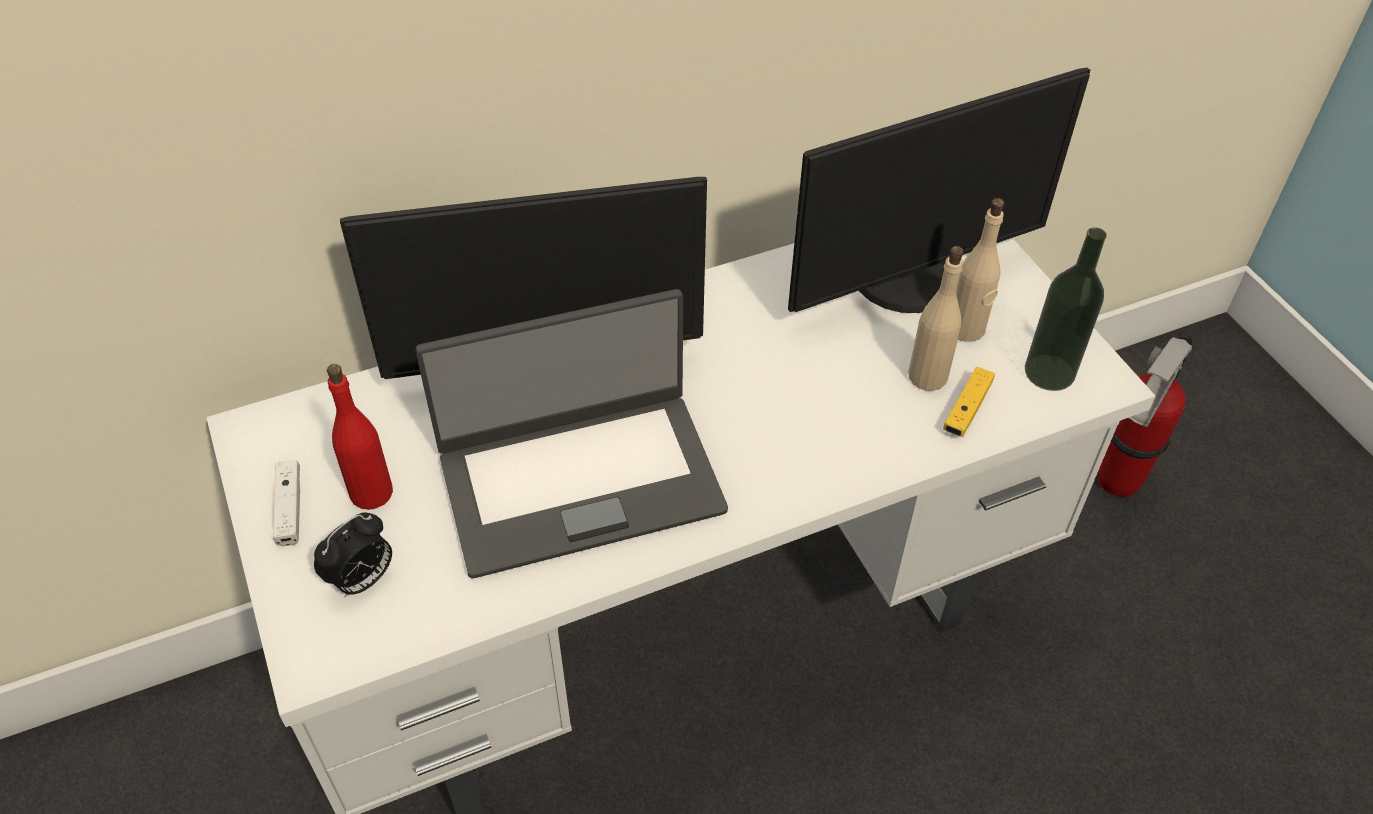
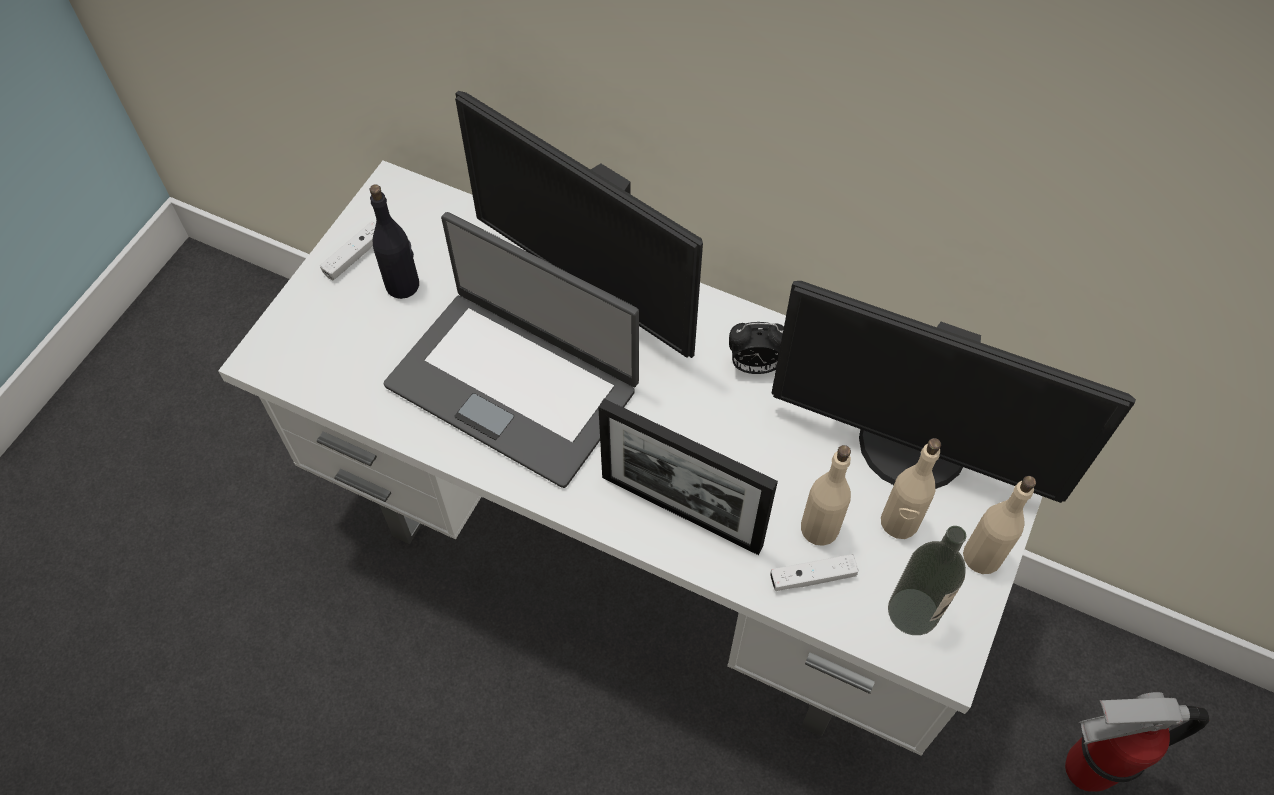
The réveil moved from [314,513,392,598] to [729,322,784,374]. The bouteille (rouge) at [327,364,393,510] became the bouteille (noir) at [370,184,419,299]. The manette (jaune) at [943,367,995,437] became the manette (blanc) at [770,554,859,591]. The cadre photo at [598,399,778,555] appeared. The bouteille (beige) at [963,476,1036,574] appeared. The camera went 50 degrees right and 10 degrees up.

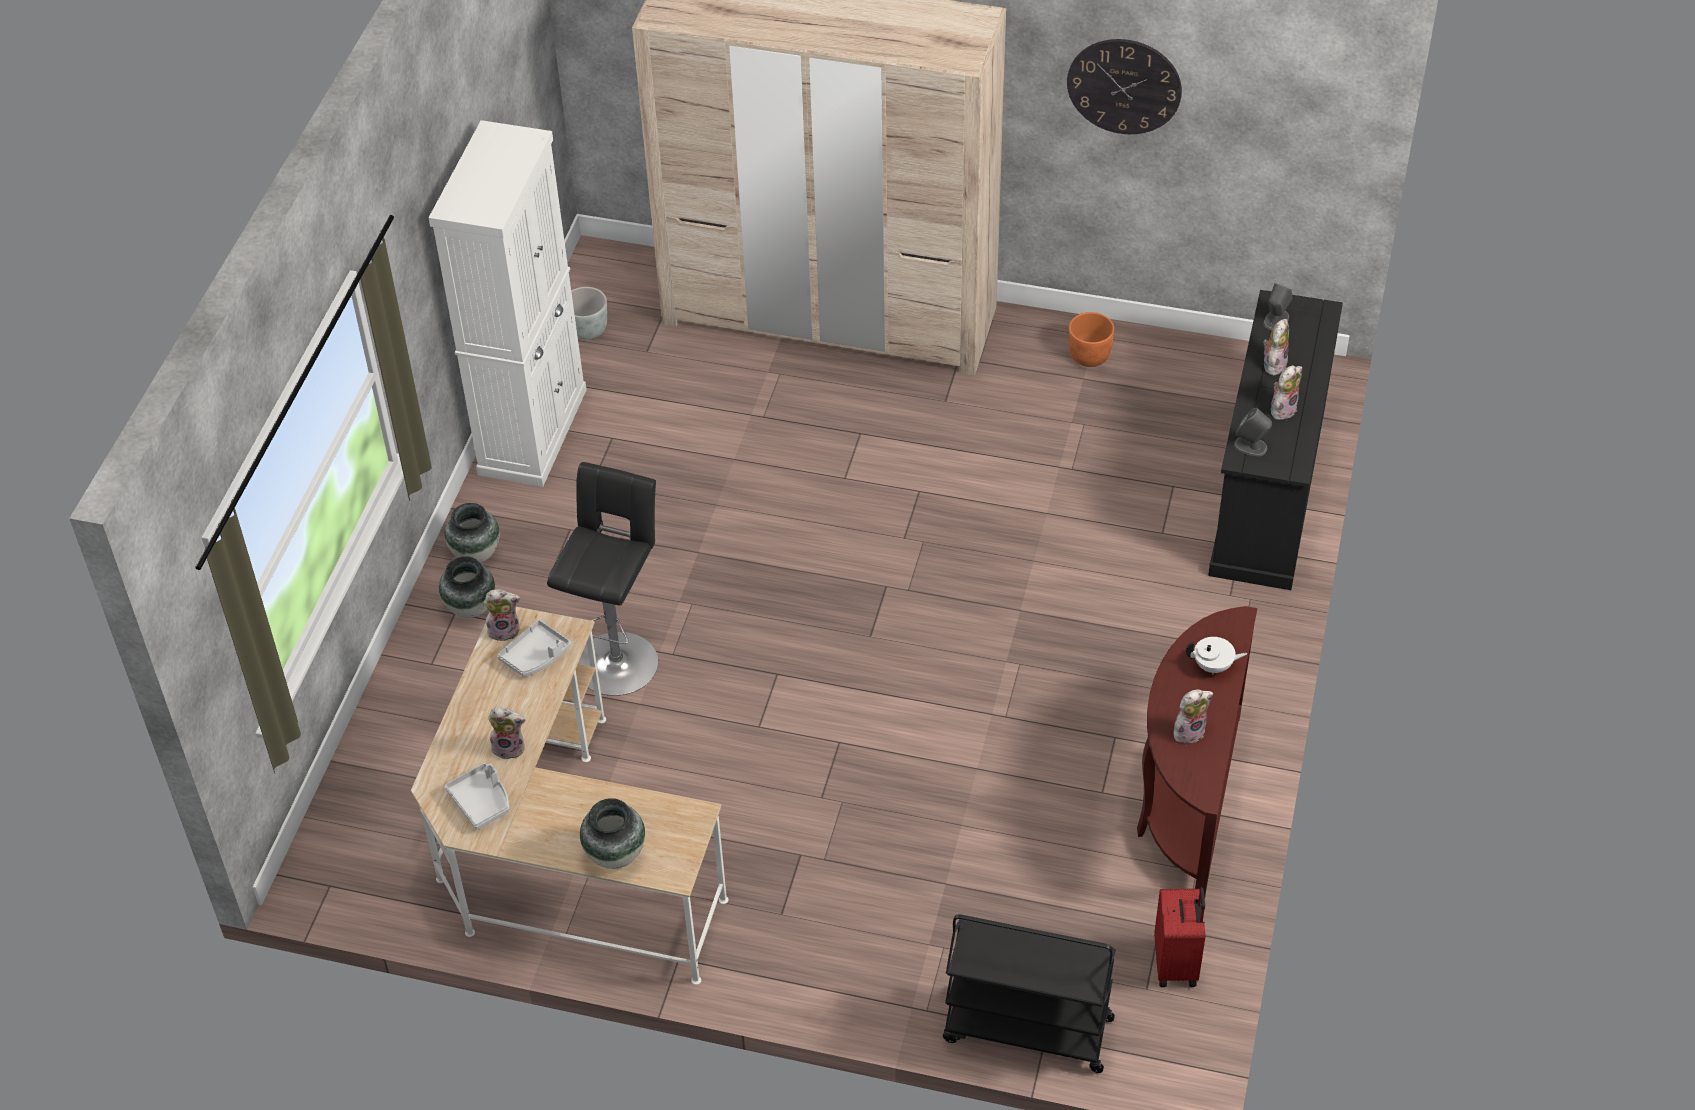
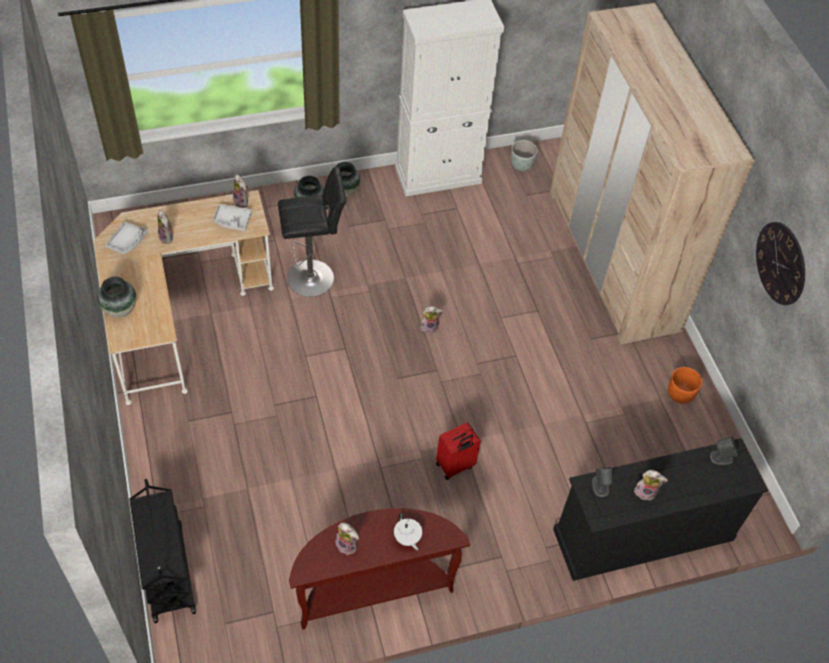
The valise (rouge) moved from [1154,887,1205,987] to [436,422,481,480]. The peluche moved from [1263,319,1289,375] to [420,306,443,333]. The camera went 55 degrees right and 5 degrees up.

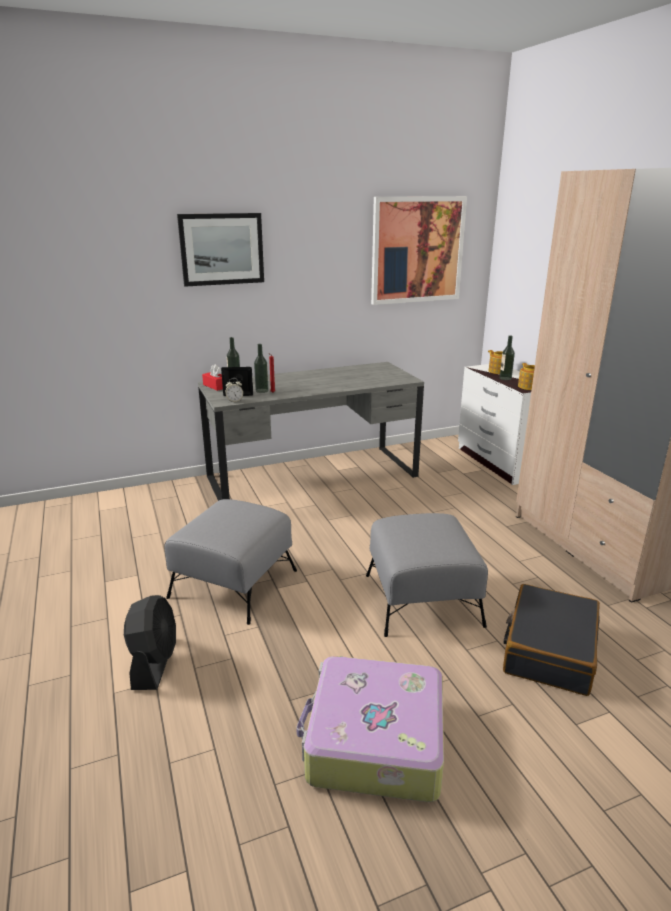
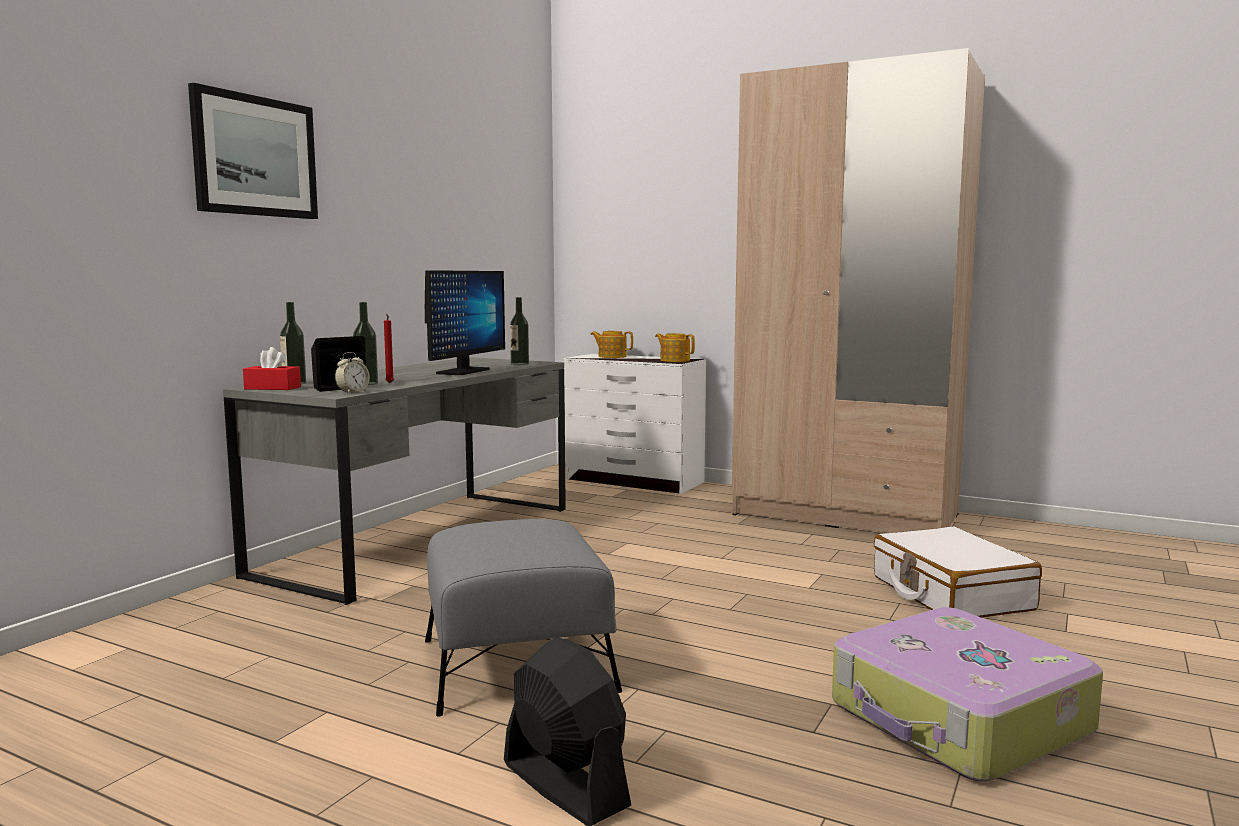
The pouf (gris) at [366,513,488,637] disappeared. The tableau at [371,196,467,305] disappeared. The bouteille moved from [500,335,515,380] to [510,297,529,365]. The valise (noir) at [503,584,600,696] became the valise (blanc) at [874,526,1042,618]. The écran d'ordinateur at [425,270,505,375] appeared. The camera went 40 degrees left and 15 degrees down.

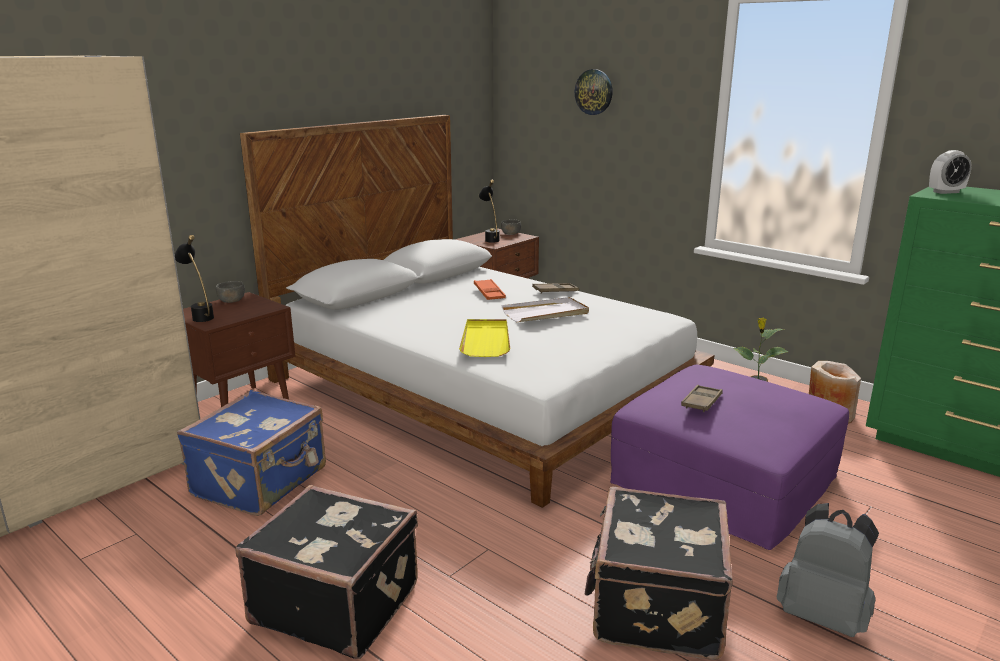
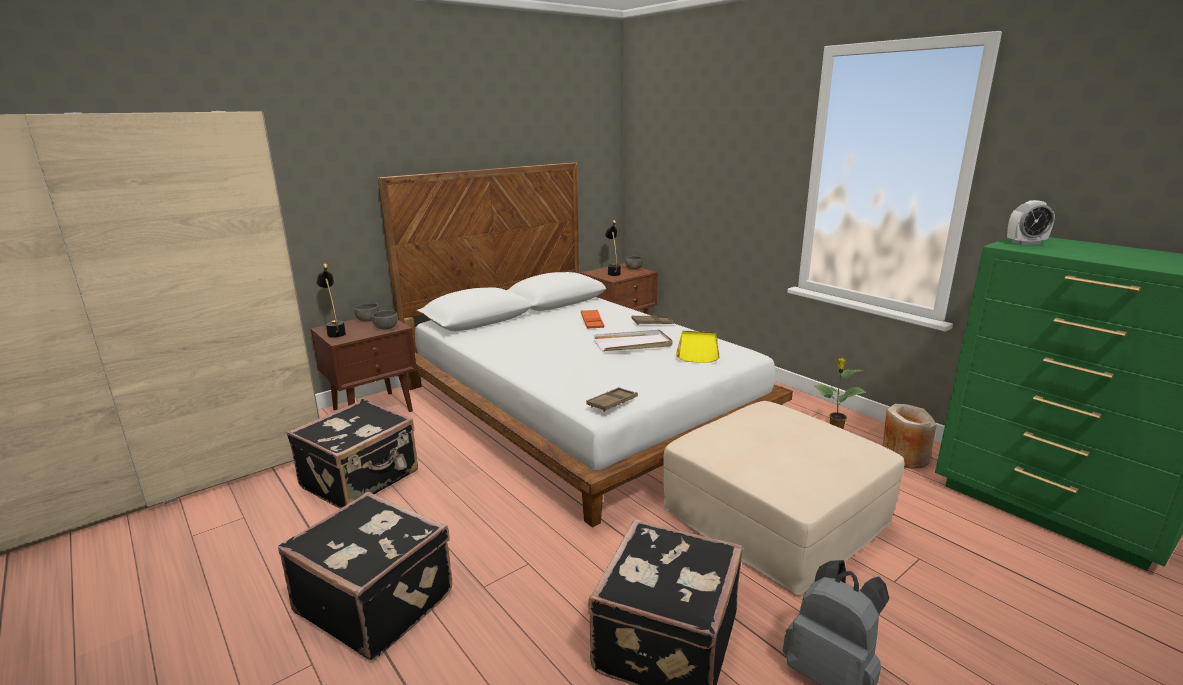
The valise (bleu) at [177,390,326,516] became the valise (noir) at [287,399,418,509]. The plateau (jaune) moved from [459,319,510,357] to [676,331,720,363]. The horloge murale at [575,69,613,115] disappeared. The pouf (violet) at [610,365,849,550] became the pouf (beige) at [663,401,904,595]. The plateau (marron) moved from [681,385,723,412] to [586,387,638,412]. The bol (gris) at [372,310,398,329] appeared. The camera went 10 degrees right and 0 degrees up.

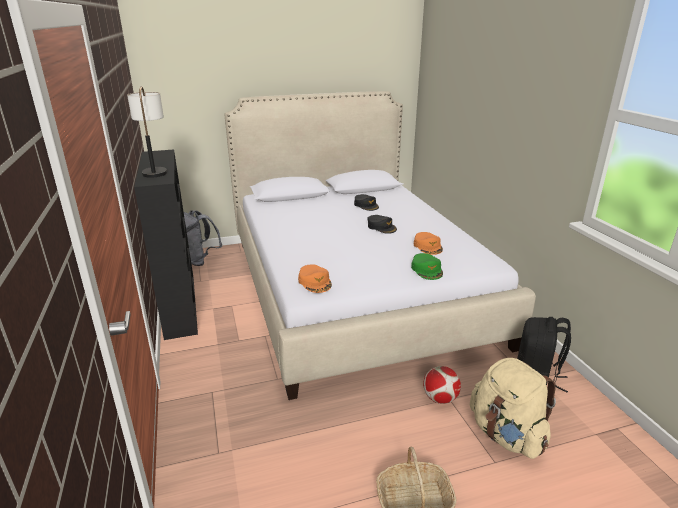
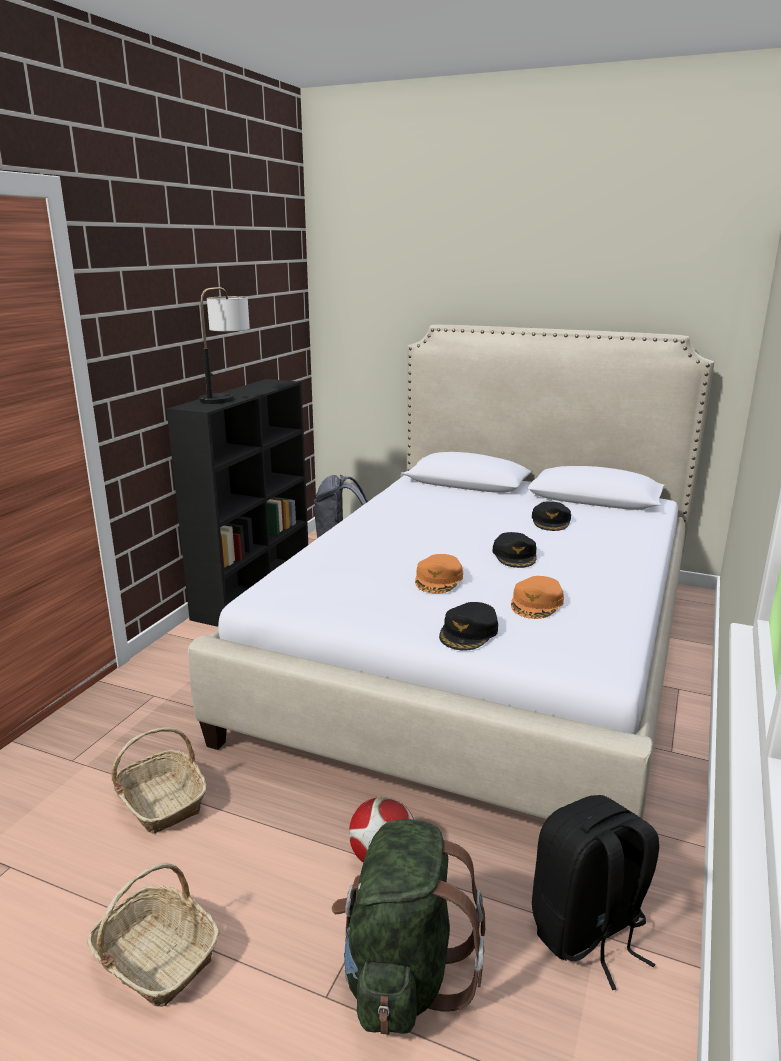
The casquette (orange) moved from [298,264,332,293] to [415,554,463,594]. The casquette (vert) at [411,253,443,280] became the casquette (noir) at [439,602,498,651]. The sac à dos (beige) at [470,358,556,459] became the sac à dos (vert) at [332,819,485,1035]. The panier at [111,727,207,833] appeared. The camera went 40 degrees right and 5 degrees down.

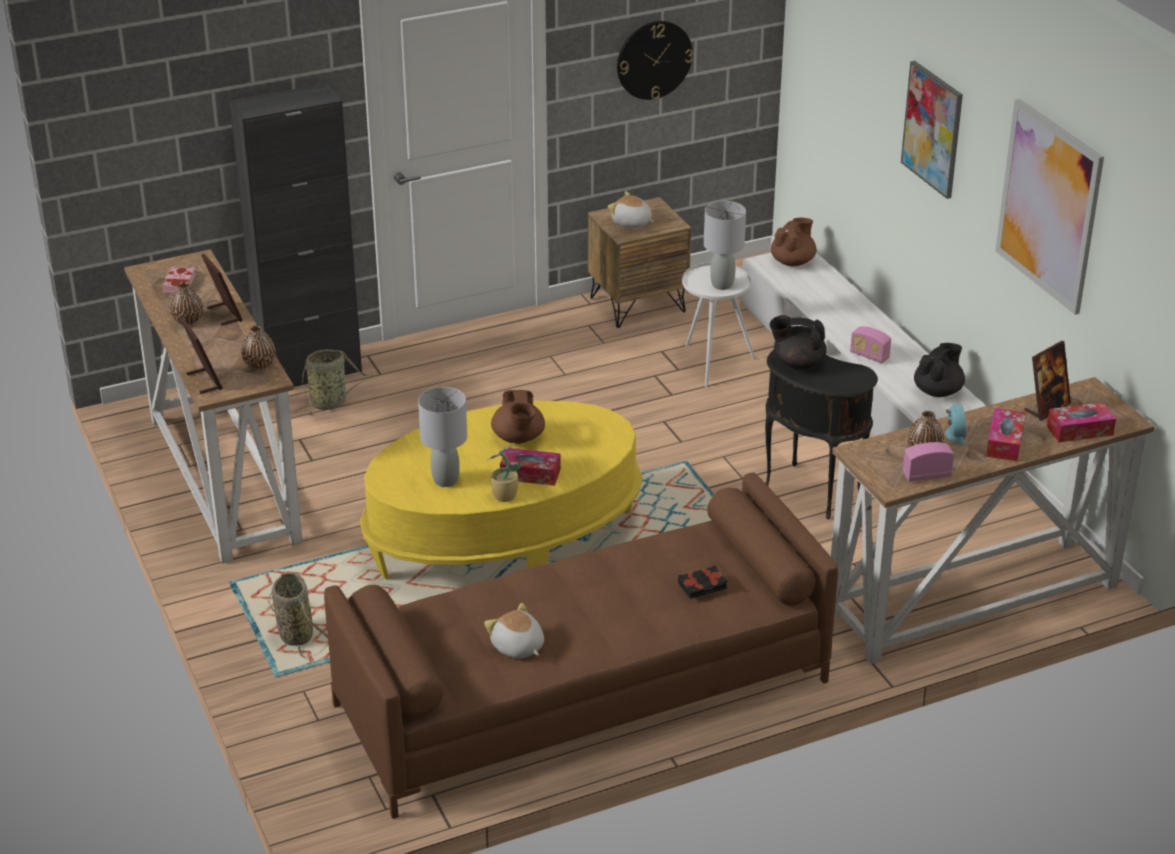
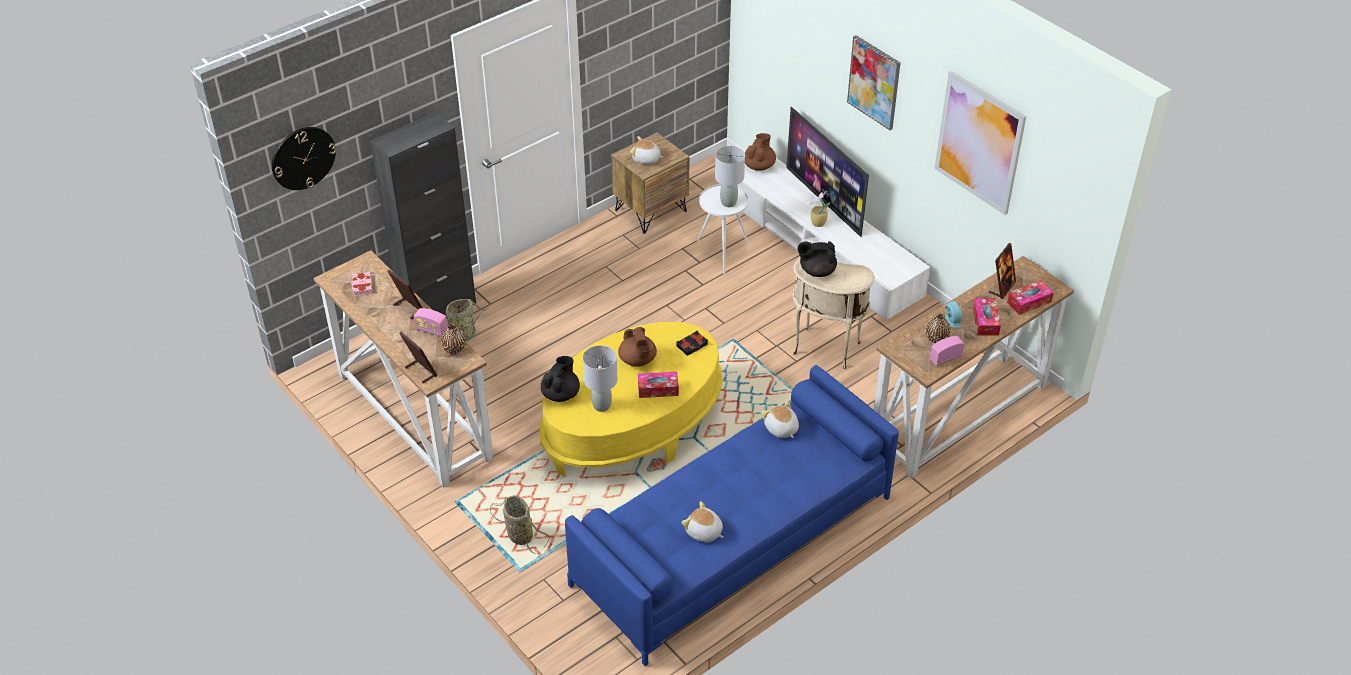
The vase (marron) at [170,282,203,325] disappeared. The canapé (marron) at [324,472,838,819] became the canapé (bleu) at [565,365,899,666]. The plante en pot moved from [486,443,523,502] to [810,191,830,227]. The horloge murale moved from [617,21,693,100] to [272,127,336,190]. The livre (noir) moved from [678,566,727,599] to [676,331,708,356]. The table d'appoint (noir) at [765,350,878,519] became the table d'appoint (beige) at [792,257,874,369]. The radio moved from [850,326,891,363] to [414,308,447,337]. The théière (noir) moved from [914,343,965,397] to [540,356,580,402]. The peluche at [761,401,799,438] appeared. The téléviseur at [786,107,869,237] appeared. The camera went 15 degrees left and 10 degrees up.

